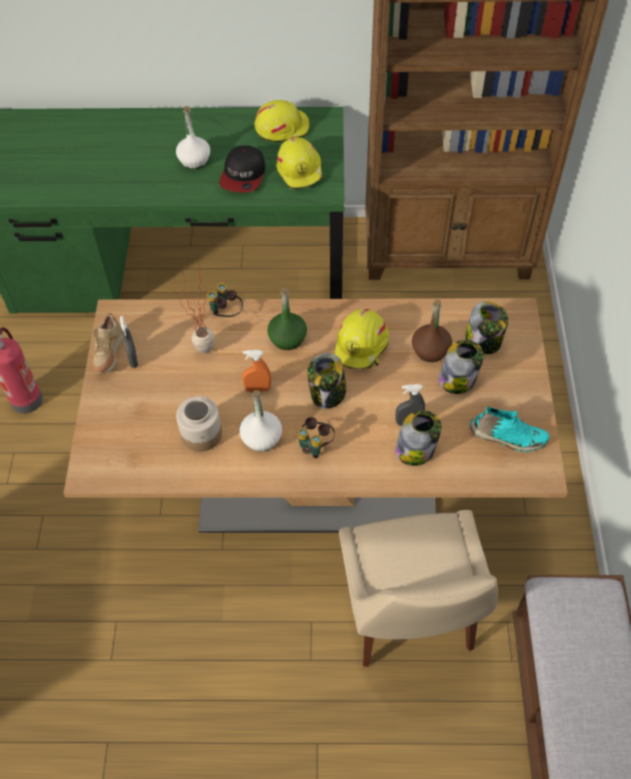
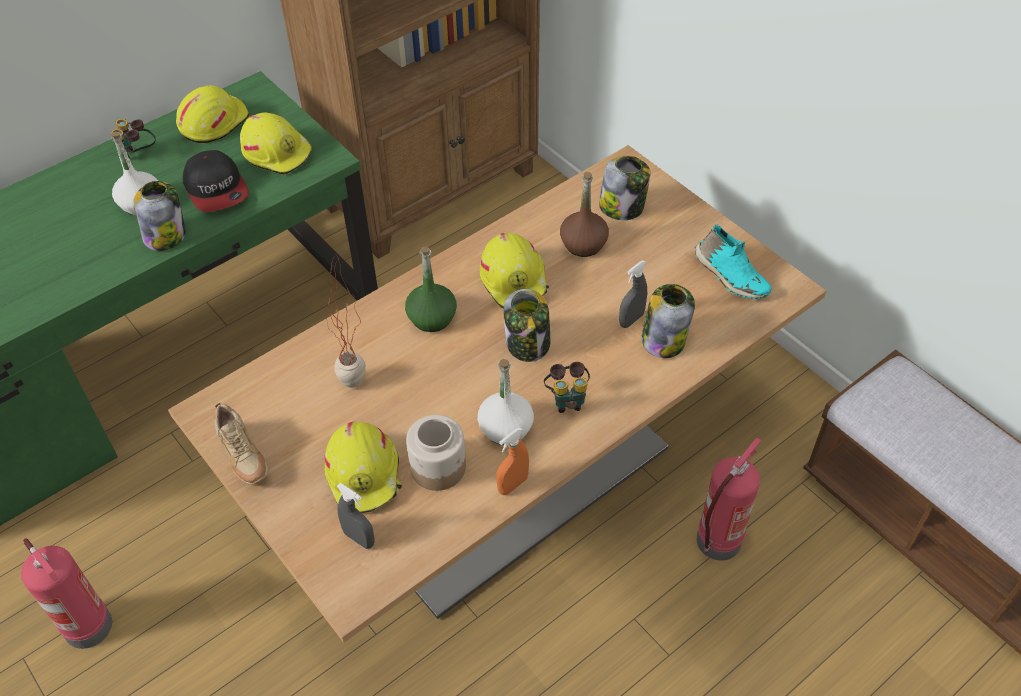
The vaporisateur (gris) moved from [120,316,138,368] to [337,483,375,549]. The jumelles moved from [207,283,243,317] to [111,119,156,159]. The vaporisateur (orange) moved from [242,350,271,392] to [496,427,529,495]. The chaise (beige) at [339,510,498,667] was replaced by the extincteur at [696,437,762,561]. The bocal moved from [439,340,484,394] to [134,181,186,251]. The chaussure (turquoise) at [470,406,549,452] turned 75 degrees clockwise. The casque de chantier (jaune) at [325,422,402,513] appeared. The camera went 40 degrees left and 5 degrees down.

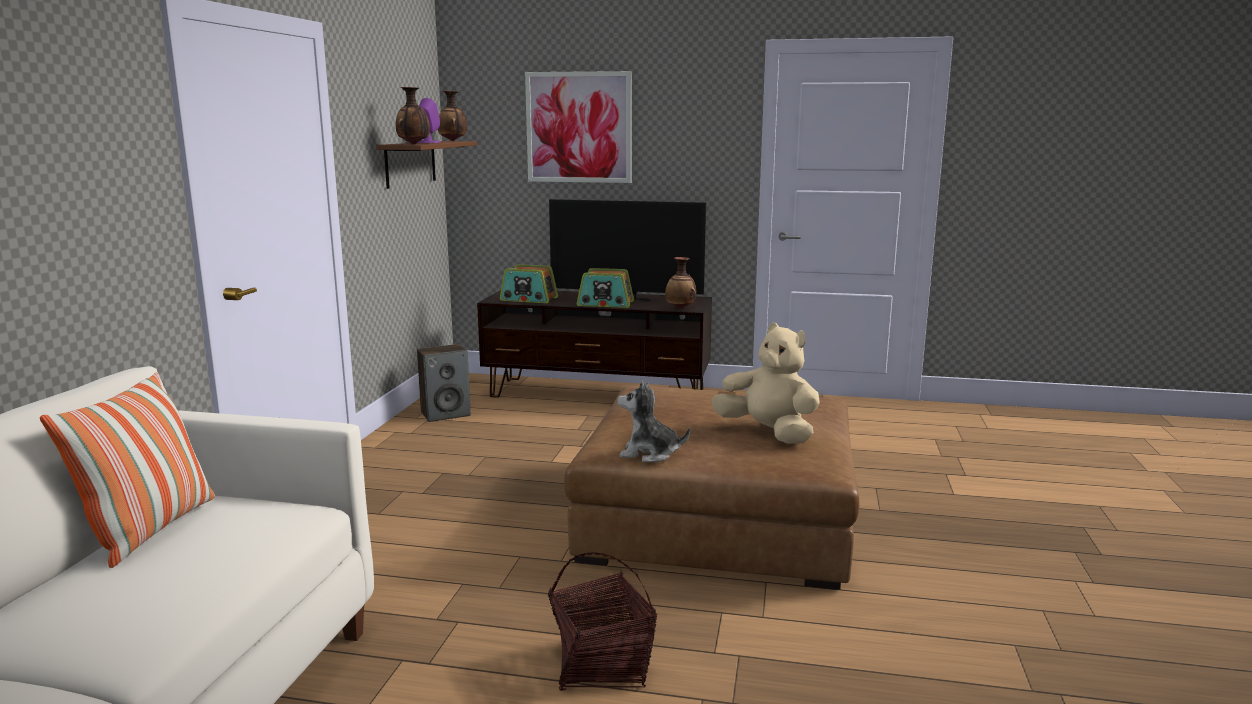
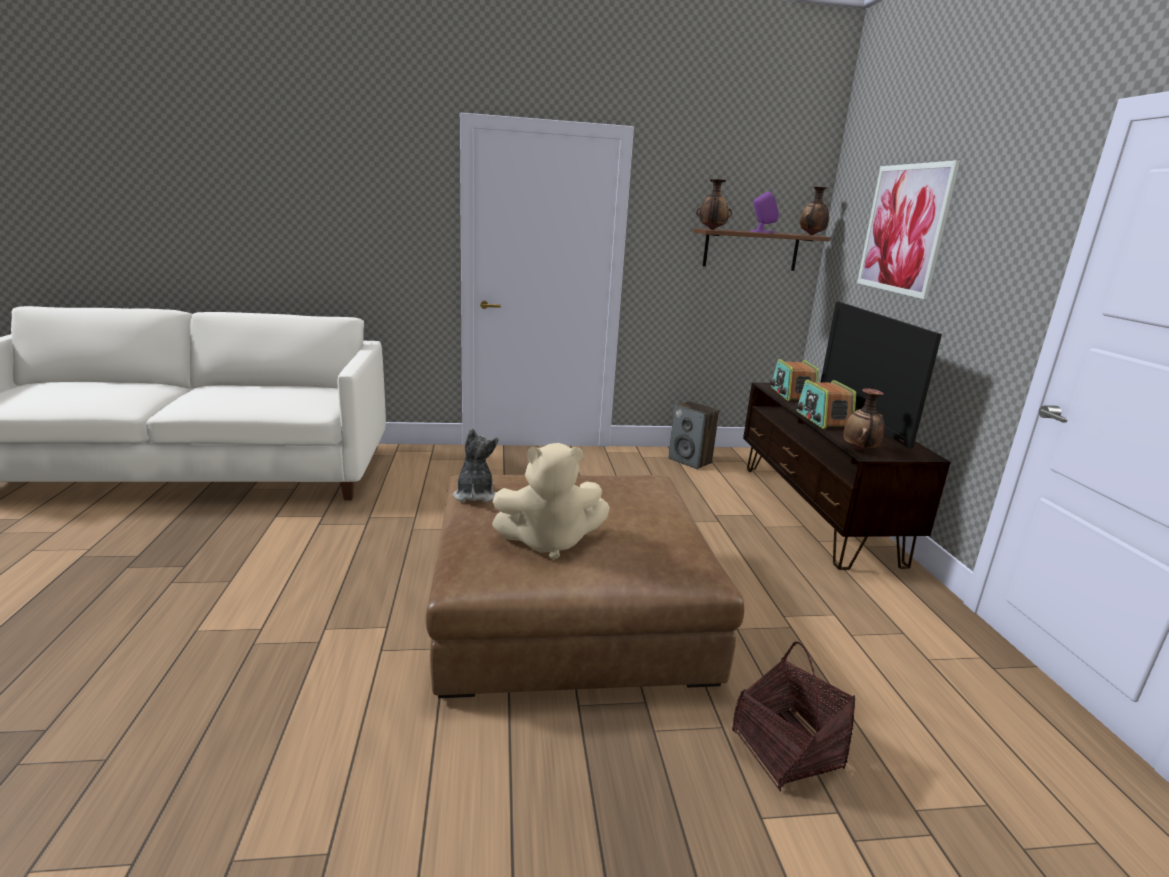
The coussin at [40,373,215,568] disappeared. The panier moved from [548,552,657,691] to [732,641,855,791]. The peluche (beige) at [712,323,820,444] turned 60 degrees clockwise. The camera went 70 degrees right and 5 degrees up.

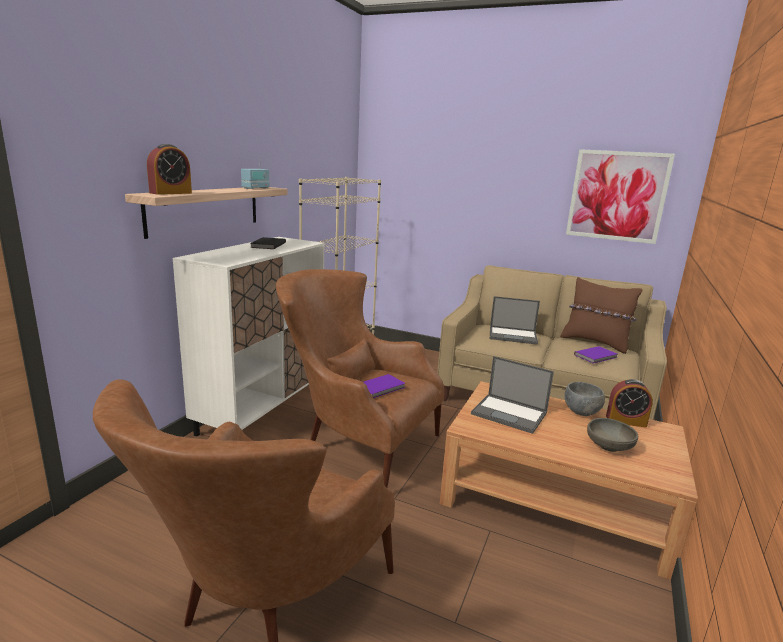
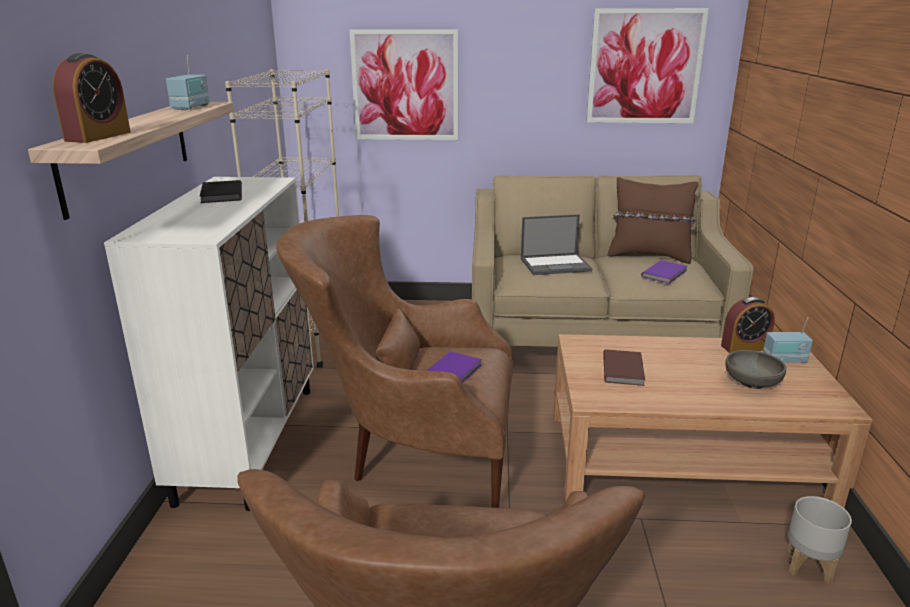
The ordinateur portable at [471,356,554,434] was replaced by the livre (marron) at [603,349,645,386]. The bol (gris) at [564,382,605,416] disappeared. The tableau at [350,30,458,140] appeared. The radio at [763,317,813,363] appeared. The cache-pot (gris) at [787,496,852,584] appeared. The camera went 20 degrees left and 5 degrees up.

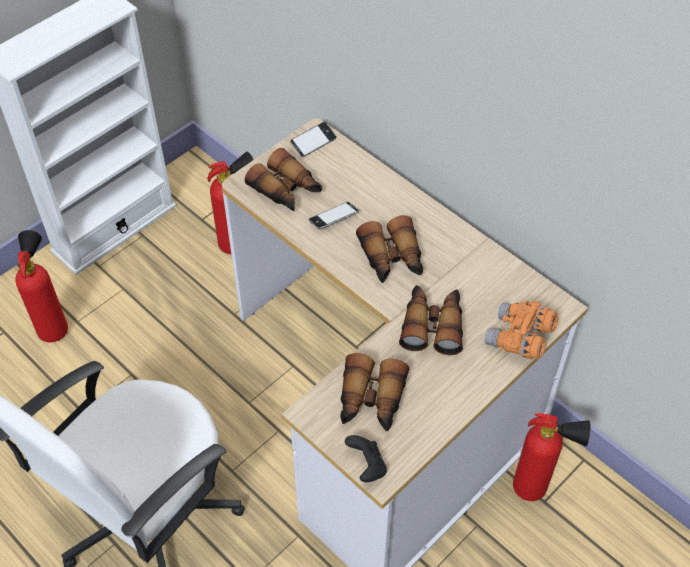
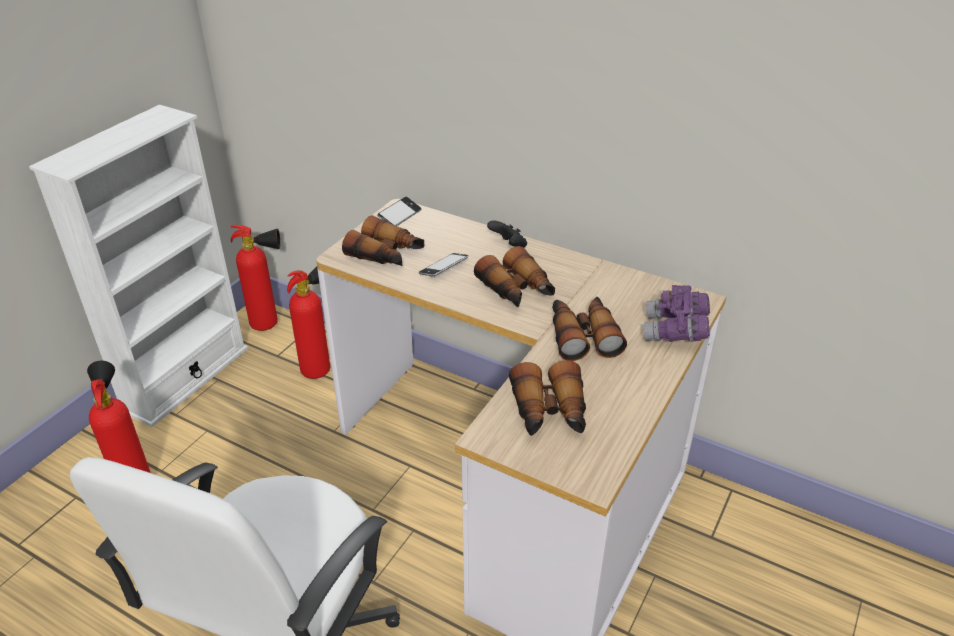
The manette (noir) moved from [345,435,387,482] to [487,220,527,248]. The jumelles (orange) at [485,300,558,359] became the jumelles (violet) at [644,285,710,342]. The extincteur moved from [513,413,590,501] to [230,225,280,331]. The camera went 15 degrees left and 15 degrees down.

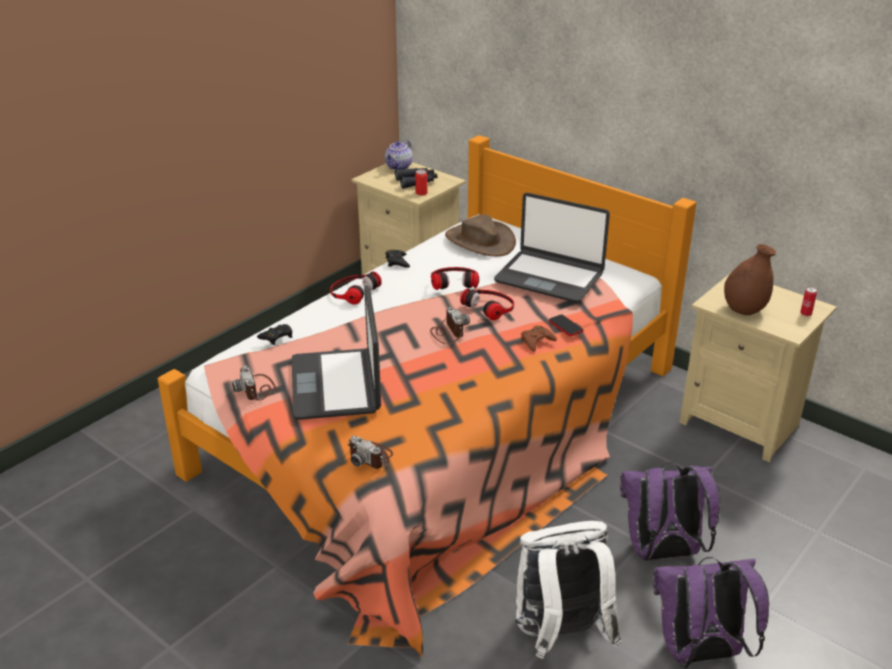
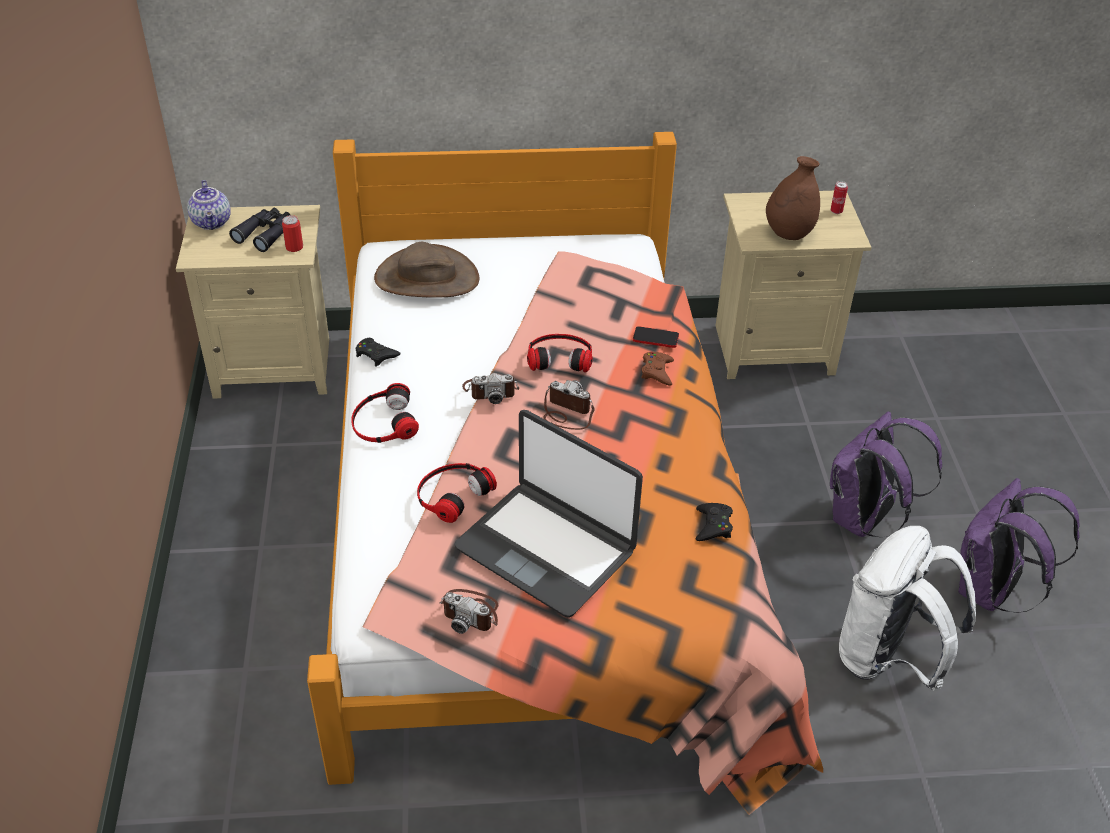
The manette (noir) moved from [257,324,292,345] to [695,503,733,541]. The appareil photo moved from [348,436,393,469] to [462,373,519,404]. The casque audio moved from [431,267,479,290] to [417,463,497,523]. The ordinateur portable at [494,193,610,303] disappeared. The camera went 45 degrees left and 10 degrees up.

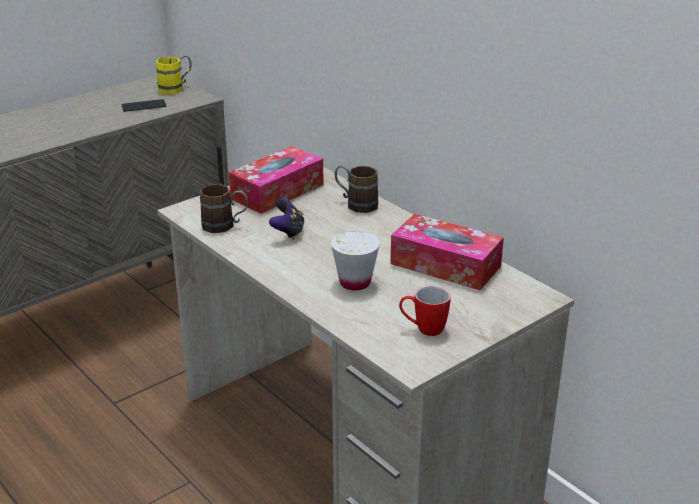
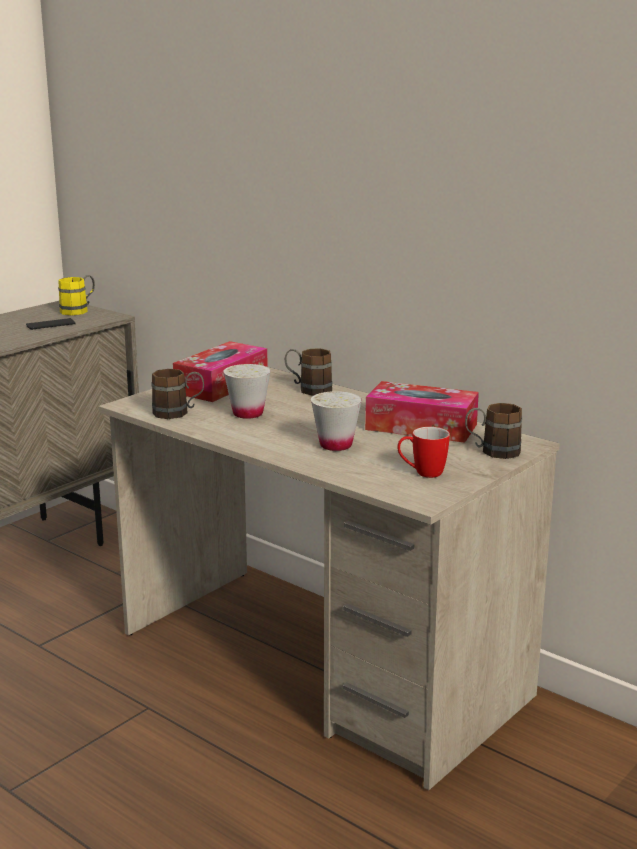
The manette at [269,198,305,240] was replaced by the tasse (blanc) at [223,364,271,419]. The mug (marron) at [465,403,522,459] appeared. The camera went 10 degrees left and 10 degrees down.

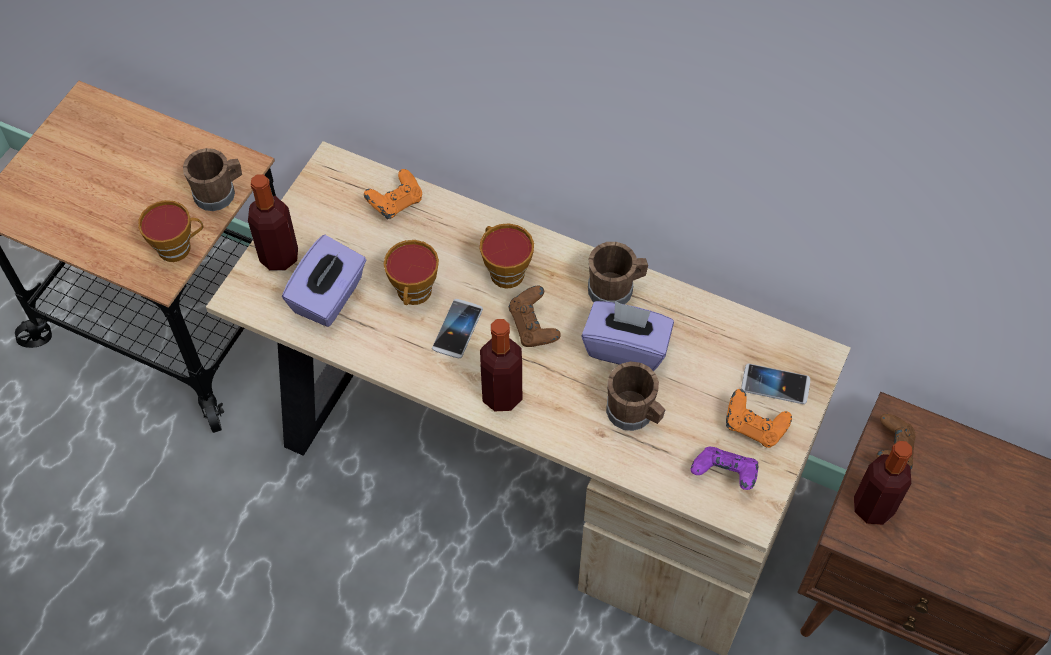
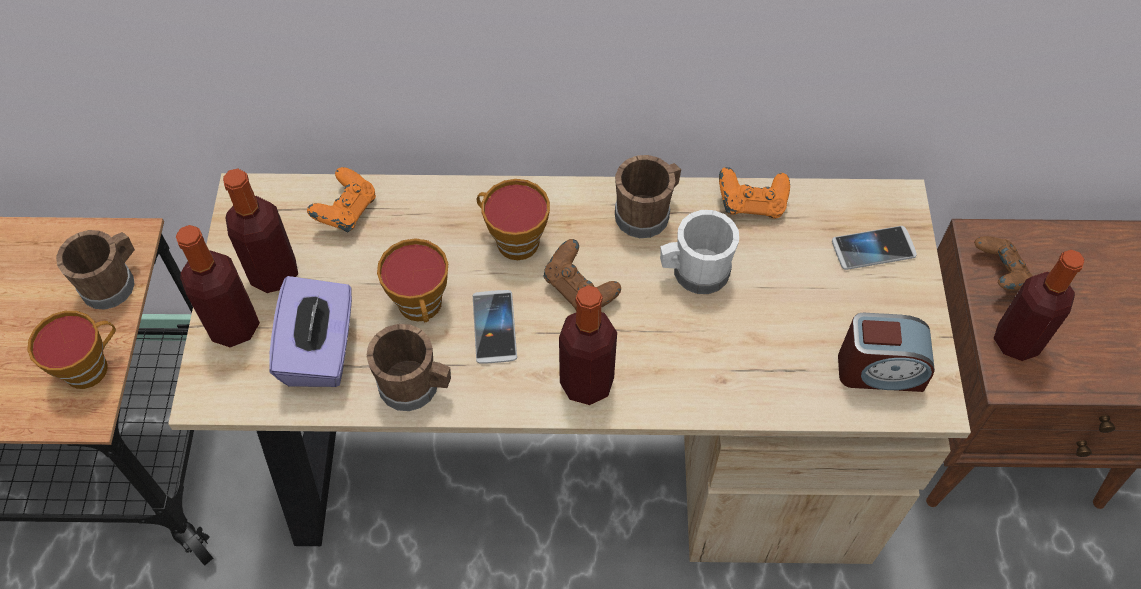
The boîte à mouchoirs (violet) at [581,301,674,371] was replaced by the mug (blanc) at [660,210,739,294]. The mug (marron) moved from [606,362,666,431] to [366,324,451,411]. The manette (violet) at [691,447,758,490] was replaced by the réveil at [838,313,935,392]. The manette (orange) moved from [726,389,792,448] to [719,167,790,219]. The bouteille at [223,168,298,293] appeared. The camera went 25 degrees left and 0 degrees up.

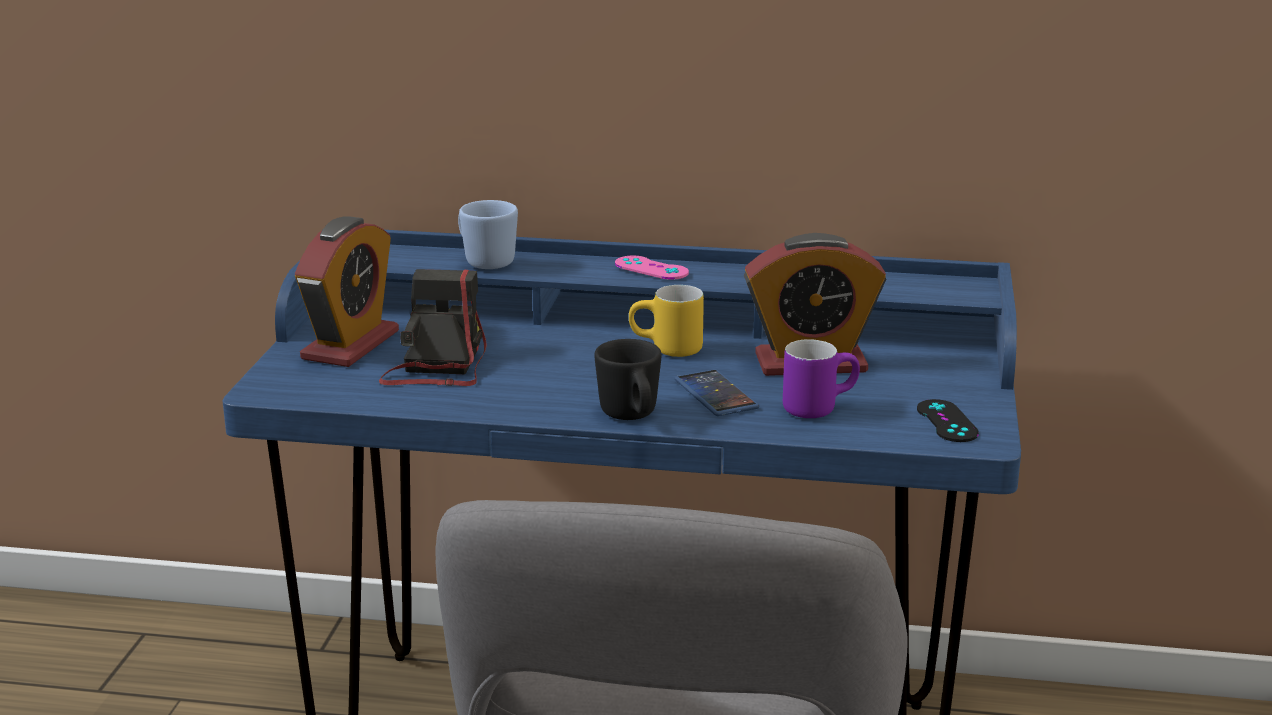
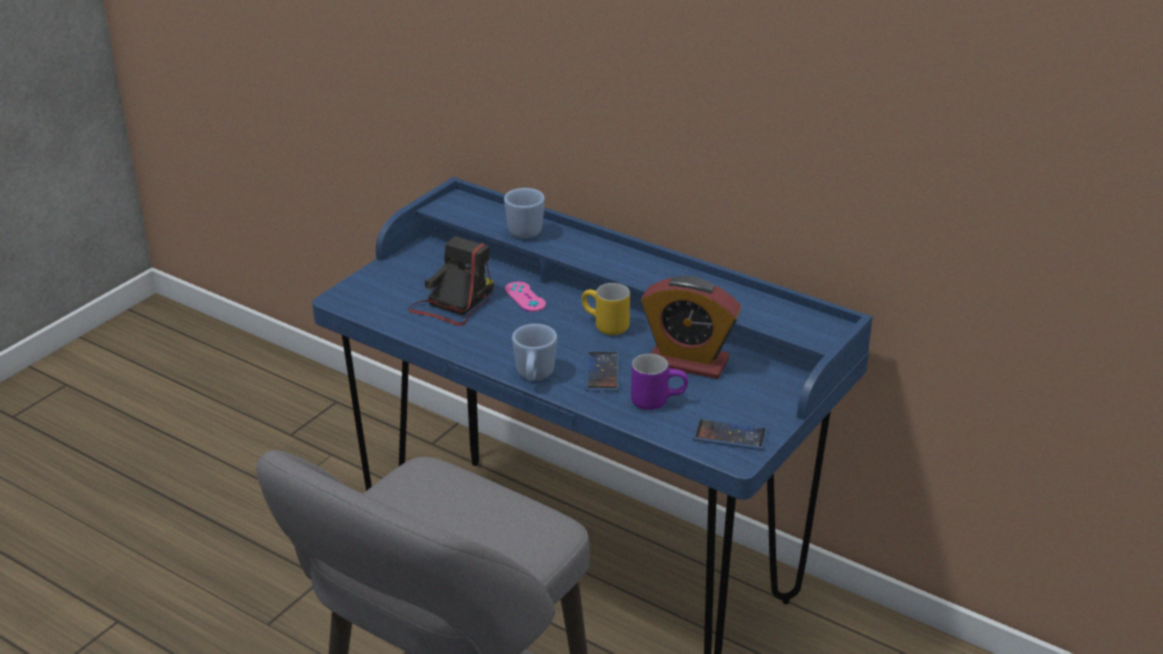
The réveil at [295,216,399,367] disappeared. The mug (noir) at [594,339,661,420] became the mug (bleu) at [512,324,557,381]. The manette (rose) moved from [615,256,689,280] to [505,282,546,312]. The manette (noir) at [917,399,979,442] was replaced by the téléphone at [693,418,768,450]. The camera went 25 degrees right and 10 degrees up.

